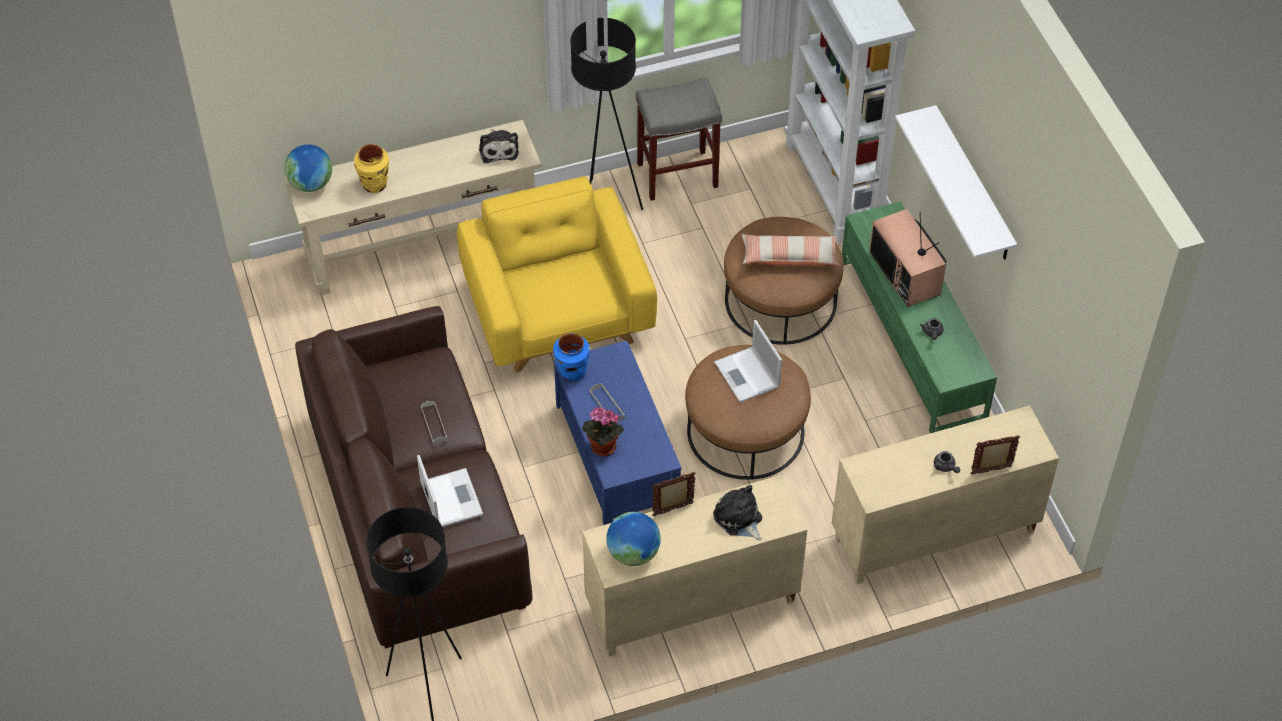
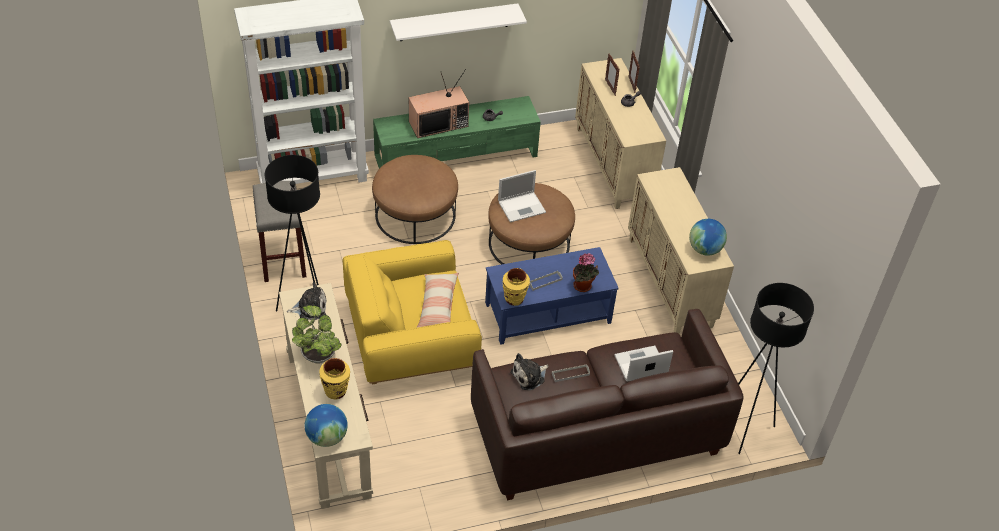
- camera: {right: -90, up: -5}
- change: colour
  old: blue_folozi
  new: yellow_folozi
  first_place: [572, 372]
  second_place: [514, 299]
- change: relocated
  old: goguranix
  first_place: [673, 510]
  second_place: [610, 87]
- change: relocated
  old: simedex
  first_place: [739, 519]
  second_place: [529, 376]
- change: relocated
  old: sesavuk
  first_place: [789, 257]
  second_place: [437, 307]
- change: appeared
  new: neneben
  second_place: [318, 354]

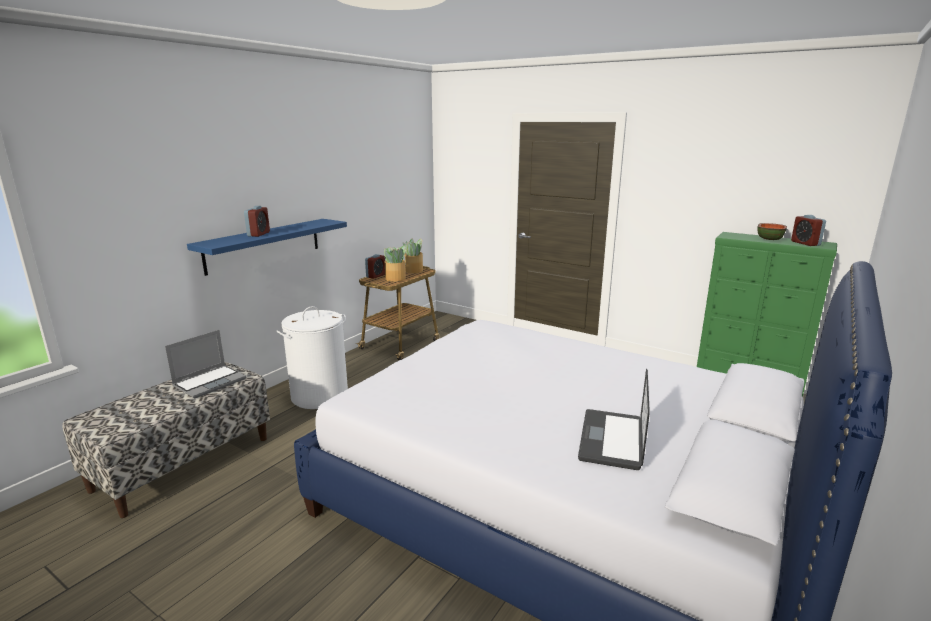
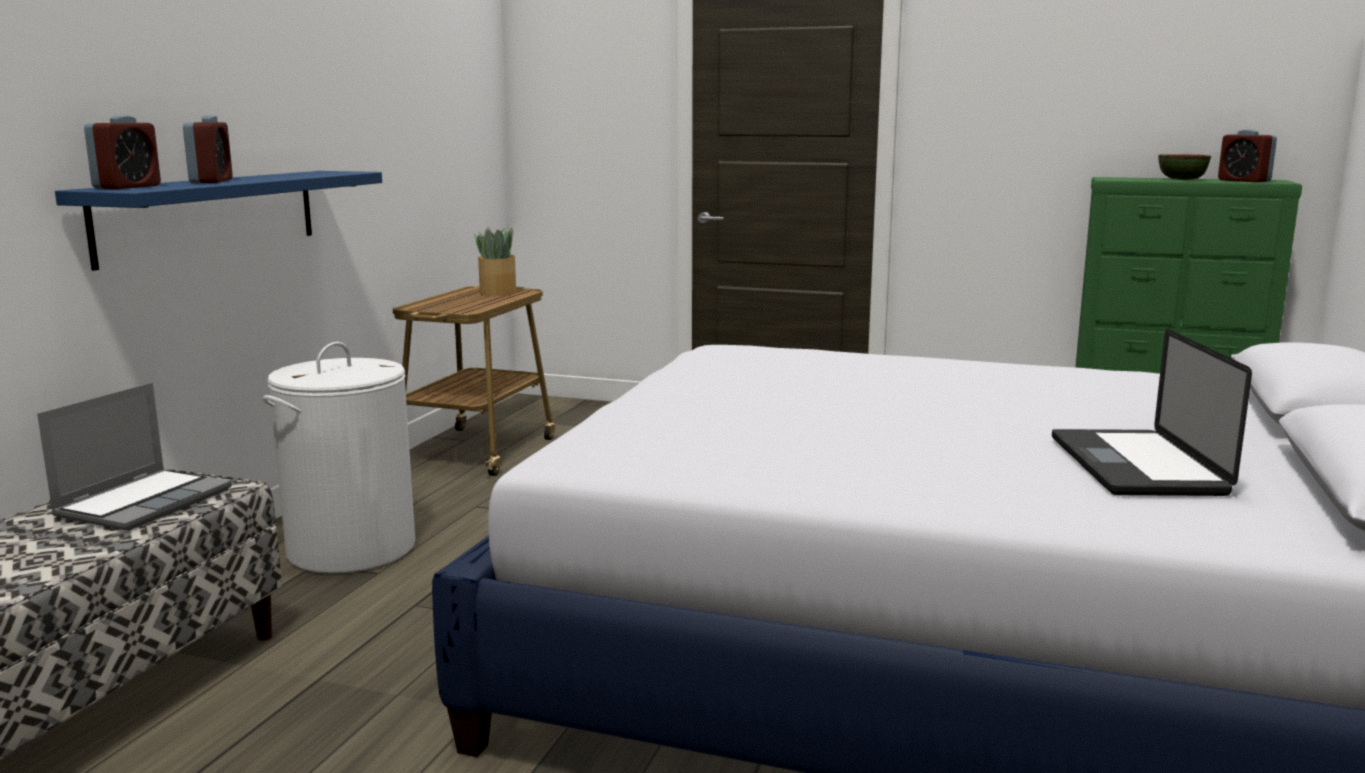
- camera: {right: -15, up: -5}
- change: relocated
  old: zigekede
  first_place: [376, 276]
  second_place: [127, 187]
- change: missing
  old: neneben
  first_place: [395, 279]

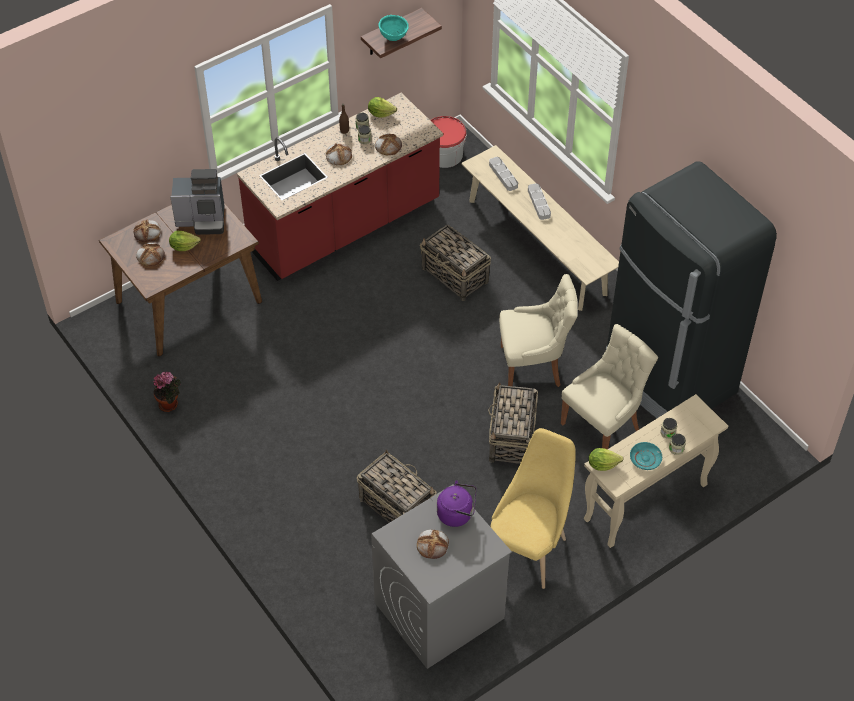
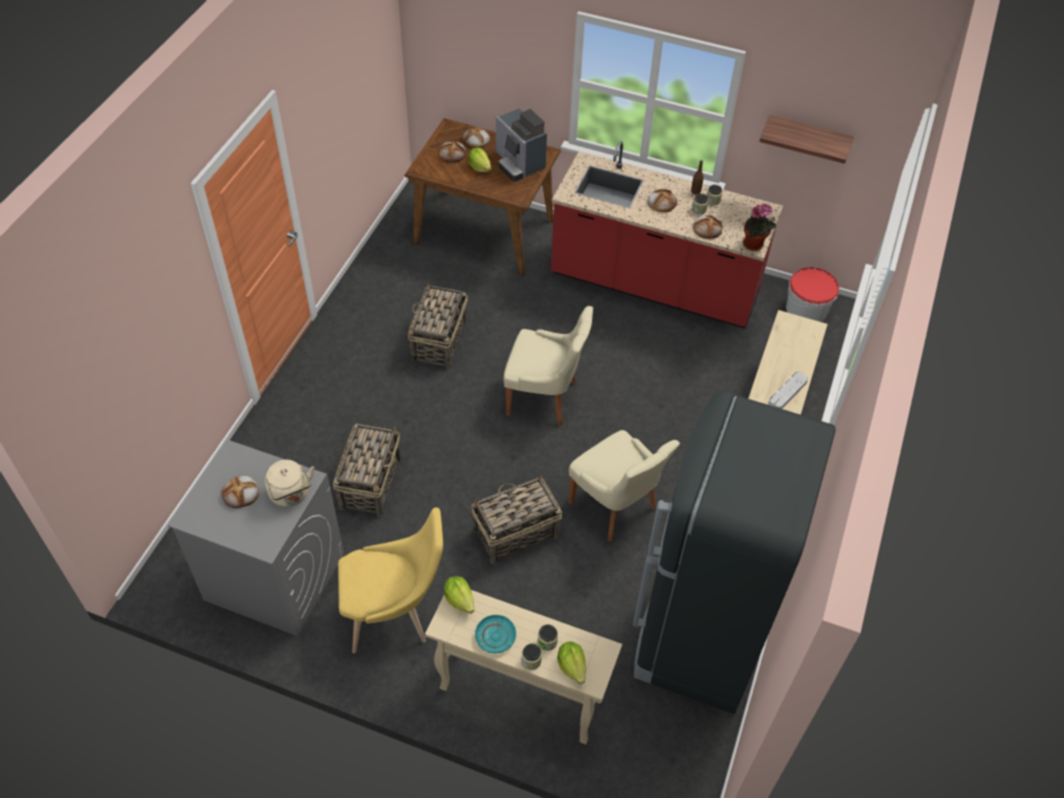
- camera: {right: 55, up: 0}
- change: relocated
  old: neneben
  first_place: [170, 404]
  second_place: [754, 245]
- change: relocated
  old: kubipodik
  first_place: [381, 113]
  second_place: [572, 666]
- change: missing
  old: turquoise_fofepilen
  first_place: [393, 38]
- change: relocated
  old: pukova
  first_place: [455, 276]
  second_place: [439, 341]
- change: colour
  old: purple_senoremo
  new: beige_senoremo
  first_place: [457, 514]
  second_place: [291, 495]
- change: missing
  old: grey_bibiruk
  first_place: [503, 175]
- change: relocated
  old: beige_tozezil
  first_place: [603, 425]
  second_place: [545, 398]

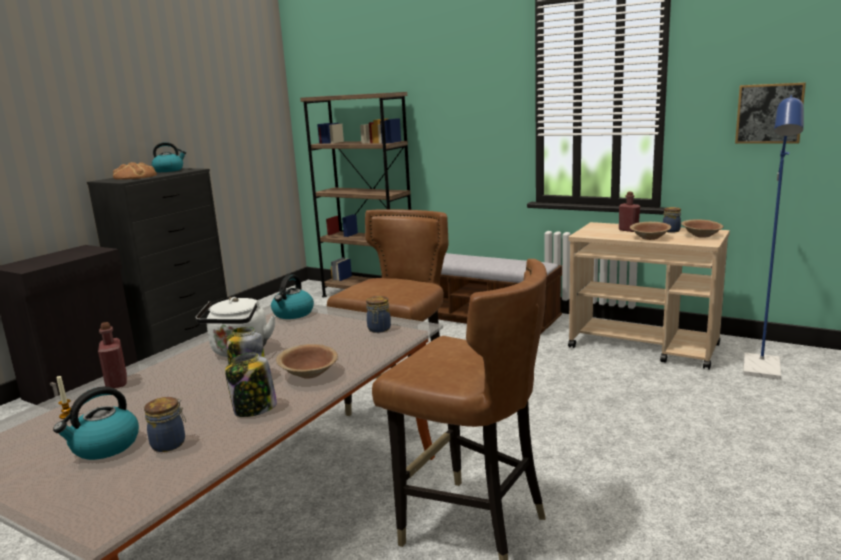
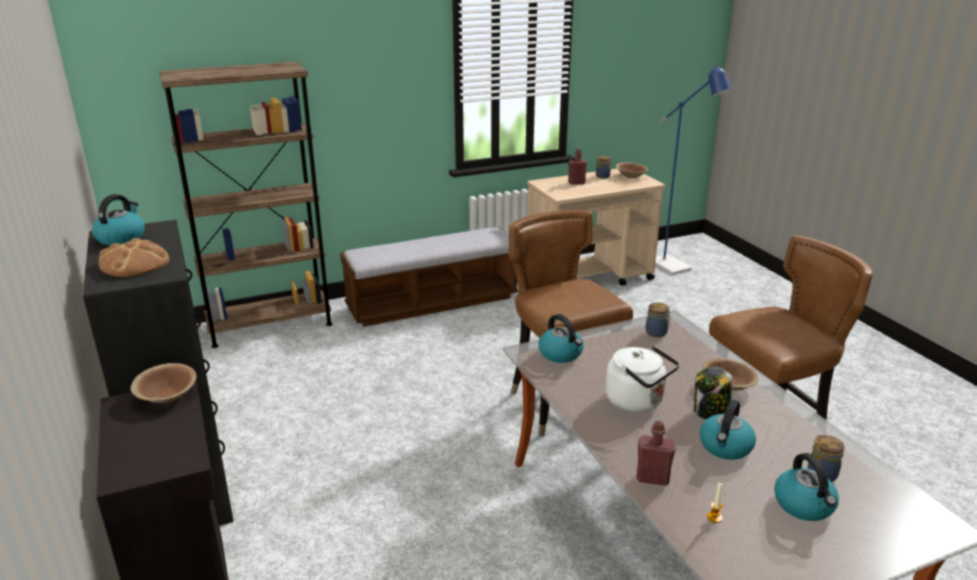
- camera: {right: -55, up: 10}
- change: missing
  old: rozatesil
  first_place: [254, 409]
- change: relocated
  old: brown_fofepilen
  first_place: [649, 238]
  second_place: [167, 396]
- change: missing
  old: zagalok
  first_place: [769, 113]
- change: appeared
  new: senoremo
  second_place: [725, 447]

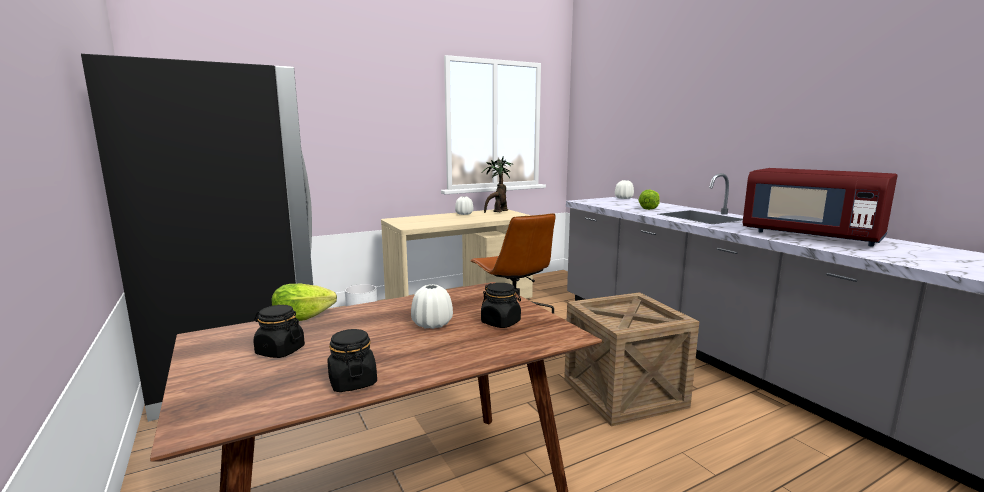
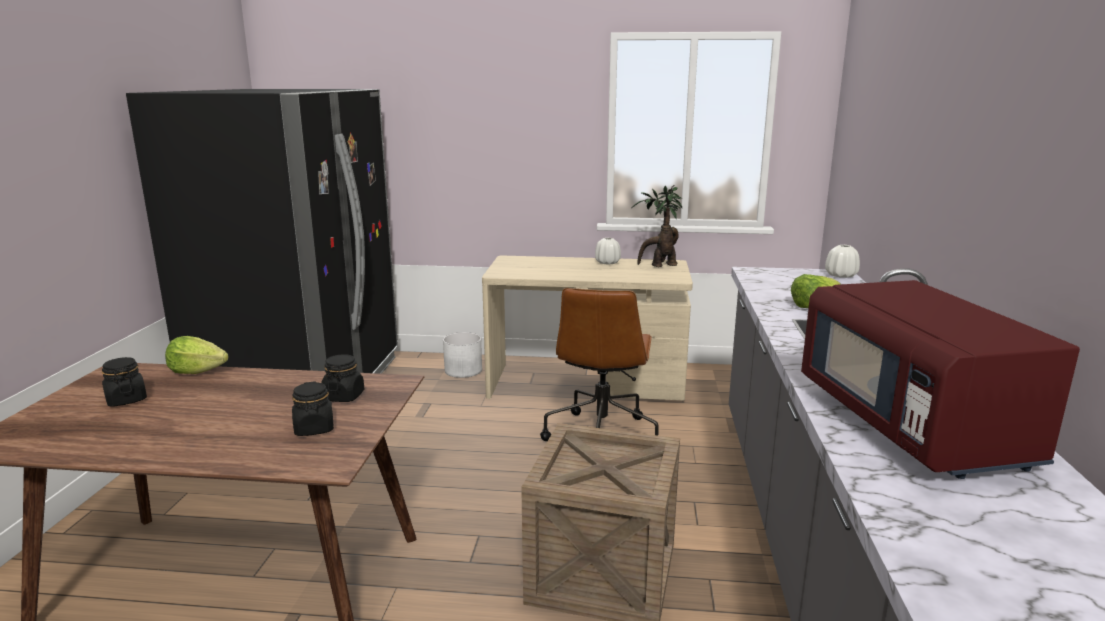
- camera: {right: 35, up: 5}
- change: relocated
  old: black_rozatesil
  first_place: [352, 382]
  second_place: [343, 396]
- change: missing
  old: white_folozi
  first_place: [432, 324]

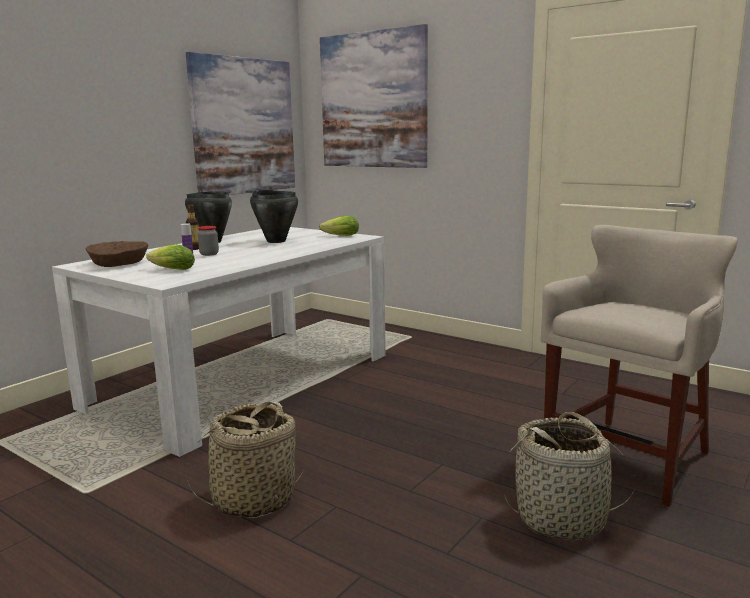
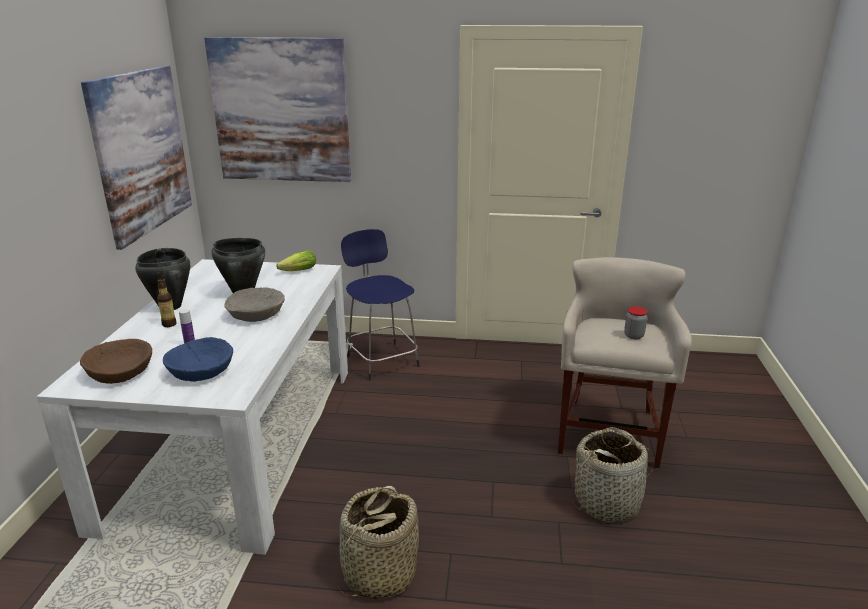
- camera: {right: -30, up: 10}
- change: exchanged
  old: kubipodik
  new: blue_fofepilen
  first_place: [170, 269]
  second_place: [201, 371]
- change: relocated
  old: rozatesil
  first_place: [209, 254]
  second_place: [633, 336]
- change: appeared
  new: beige_fofepilen
  second_place: [257, 314]
- change: appeared
  new: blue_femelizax
  second_place: [381, 360]

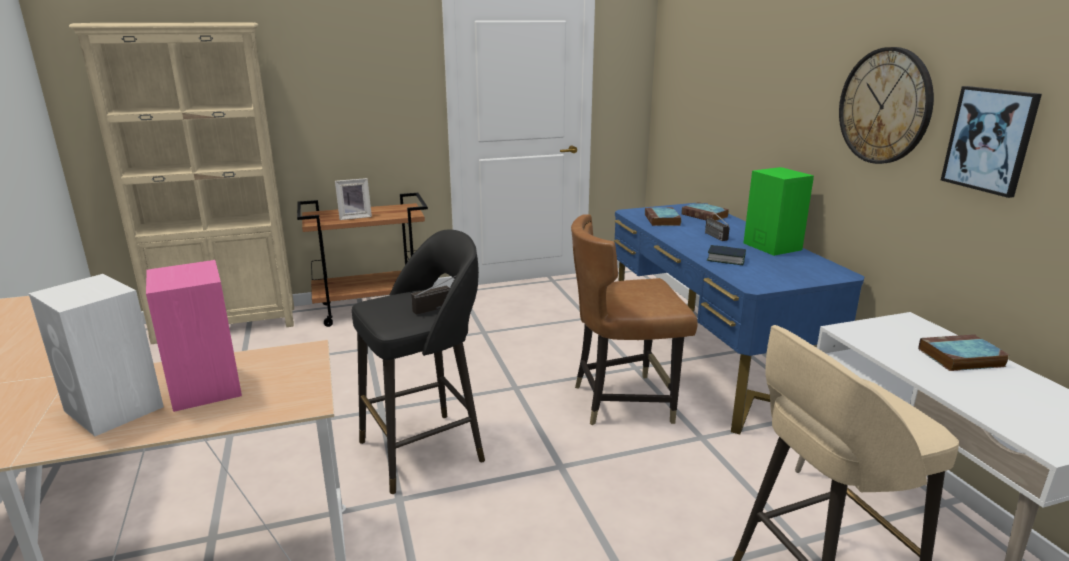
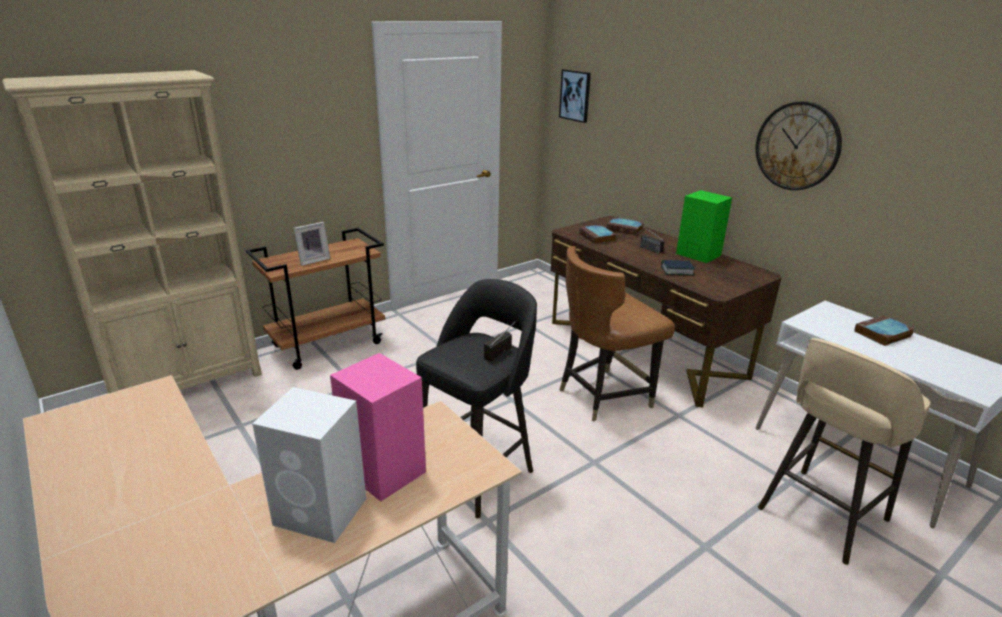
- camera: {right: -20, up: 5}
- change: colour
  old: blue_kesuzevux
  new: brown_kesuzevux
  first_place: [709, 360]
  second_place: [643, 348]
- change: relocated
  old: zagalok
  first_place: [990, 140]
  second_place: [575, 95]

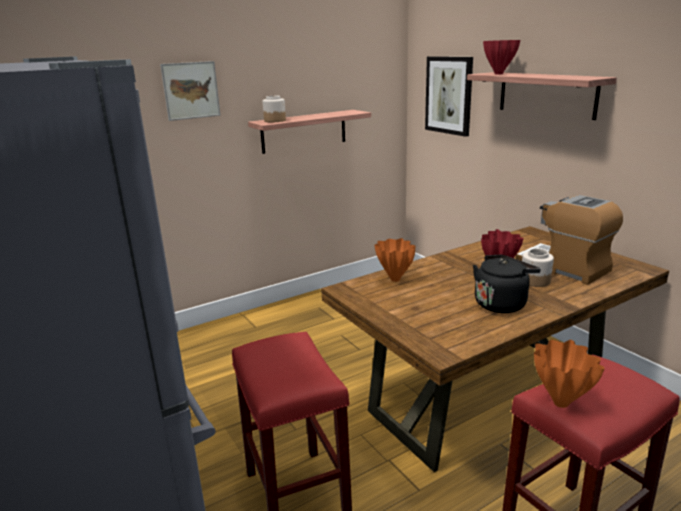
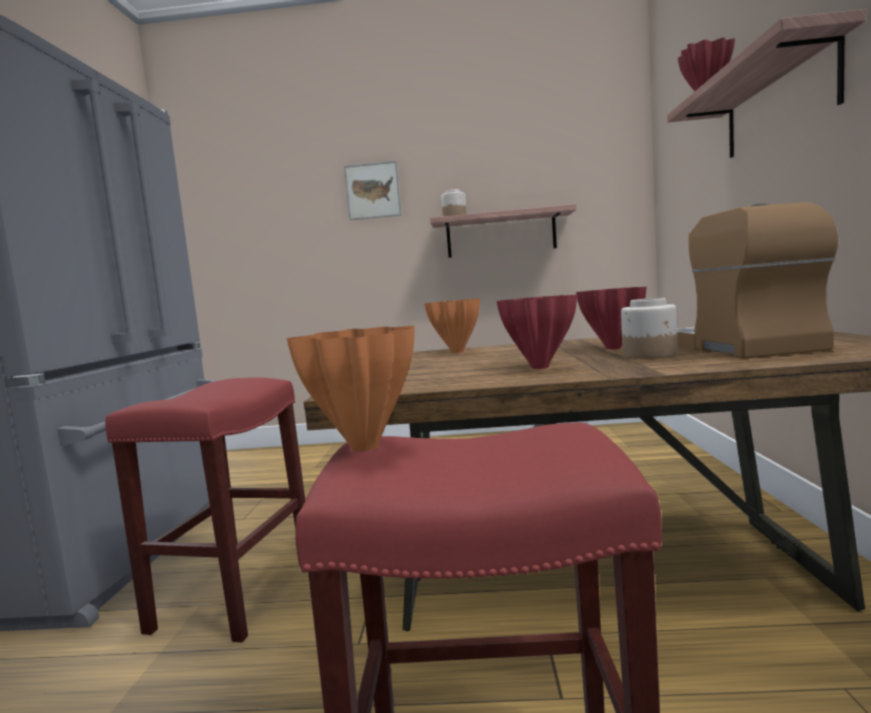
- camera: {right: 35, up: -15}
- change: missing
  old: zagalok
  first_place: [449, 95]
- change: exchanged
  old: black_senoremo
  new: red_folozi
  first_place: [501, 303]
  second_place: [540, 367]

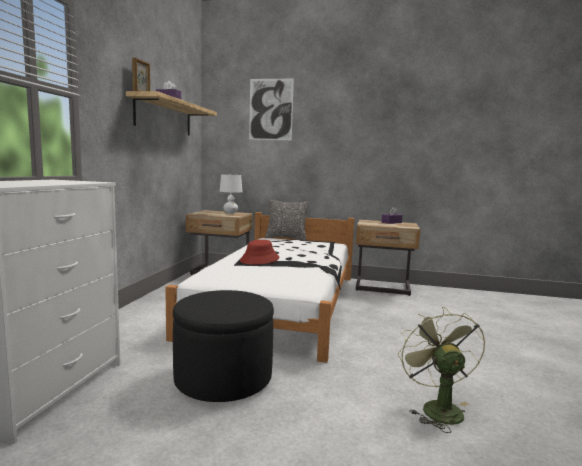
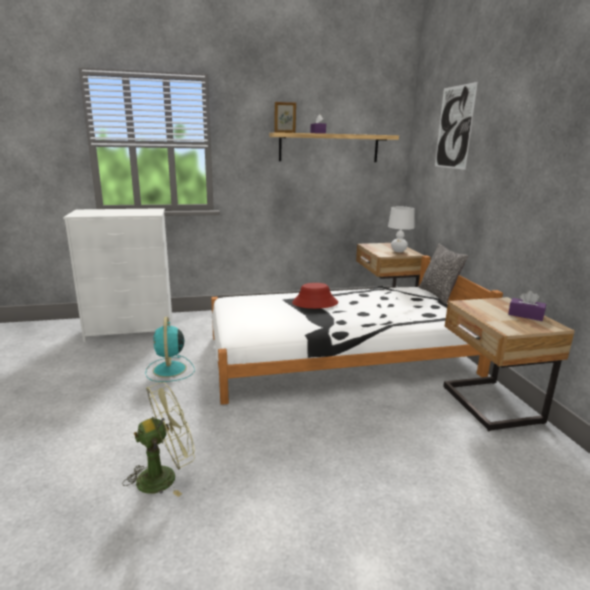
- camera: {right: 65, up: 10}
- change: exchanged
  old: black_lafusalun
  new: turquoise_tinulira
  first_place: [223, 378]
  second_place: [169, 370]

